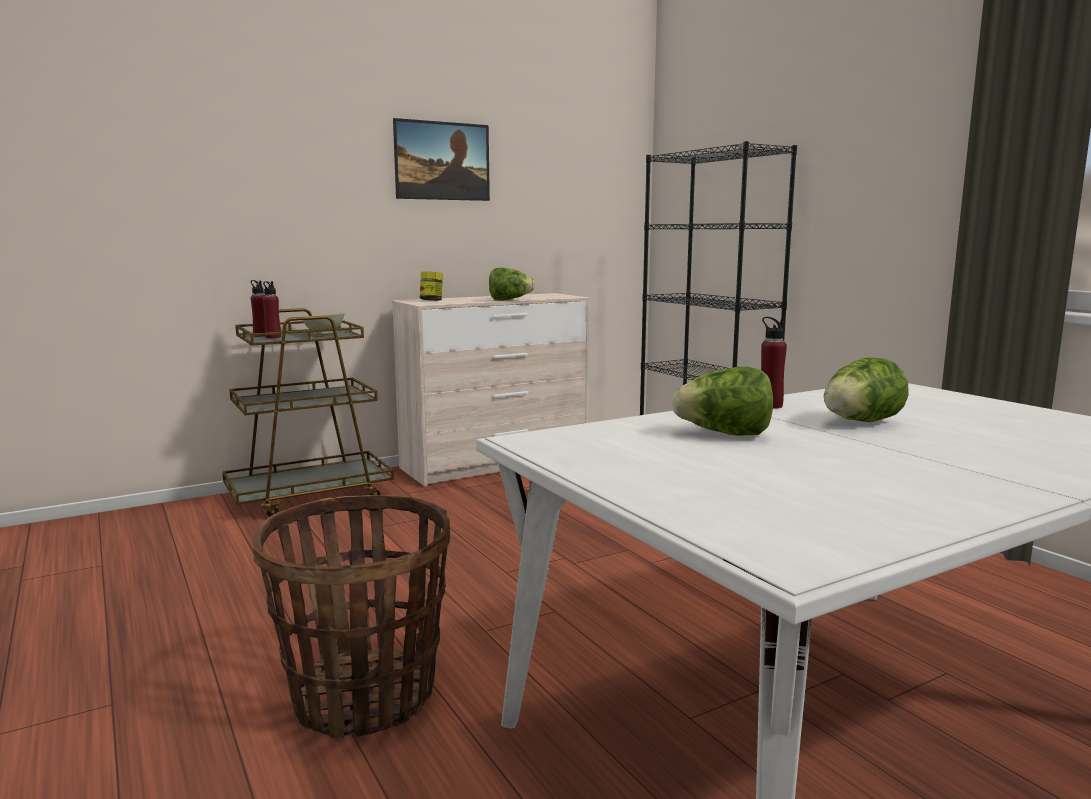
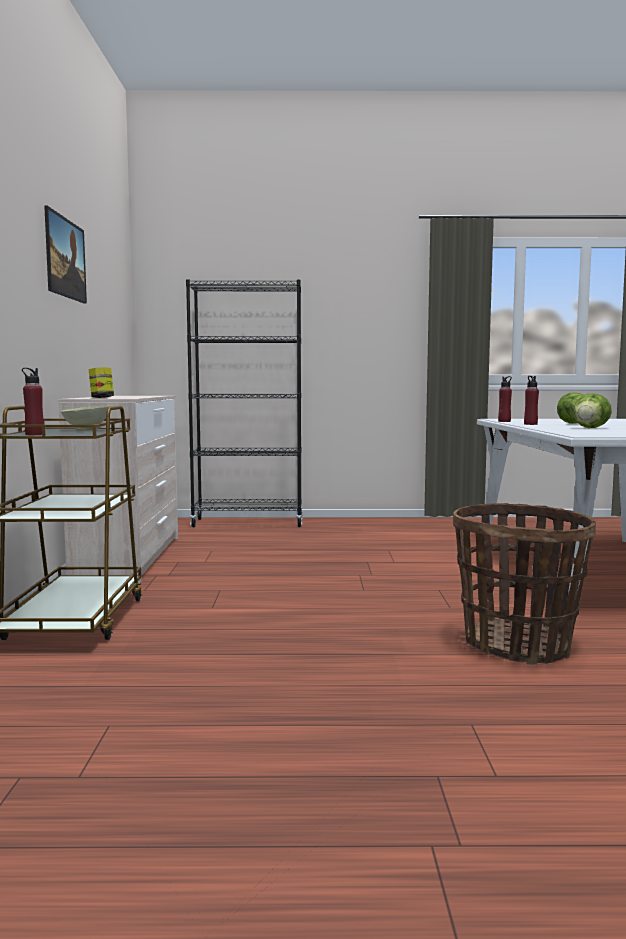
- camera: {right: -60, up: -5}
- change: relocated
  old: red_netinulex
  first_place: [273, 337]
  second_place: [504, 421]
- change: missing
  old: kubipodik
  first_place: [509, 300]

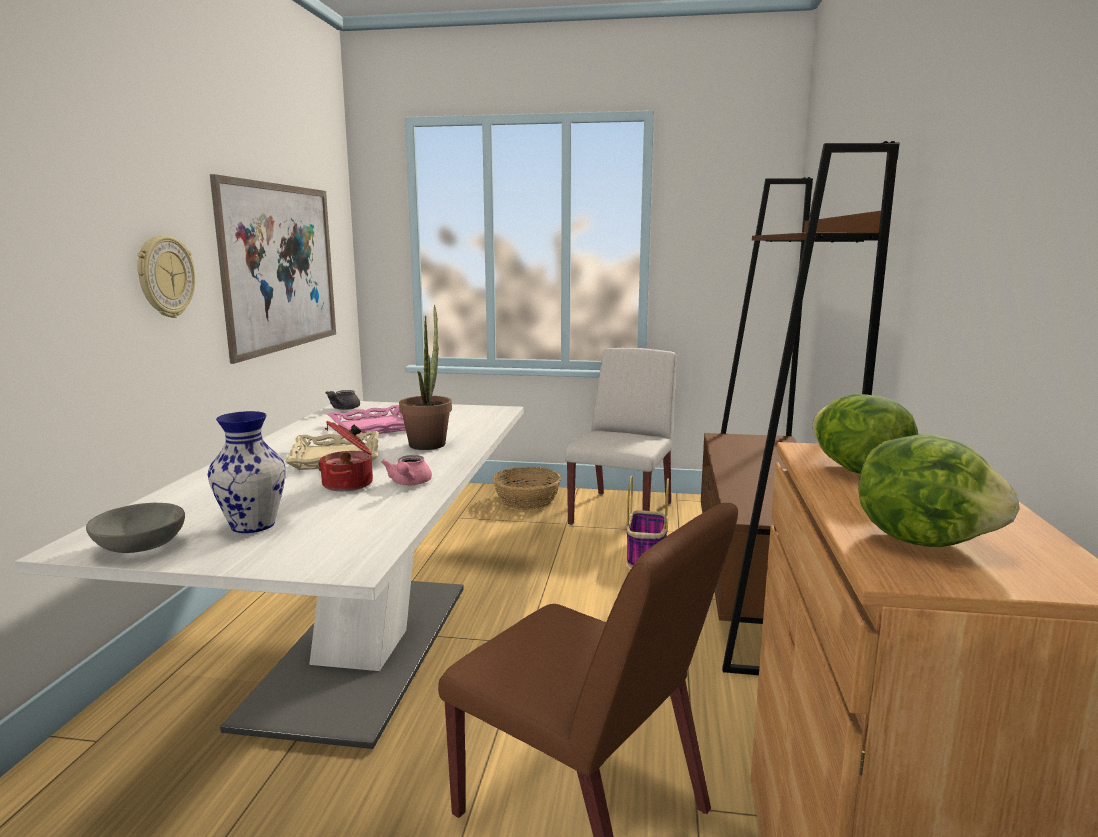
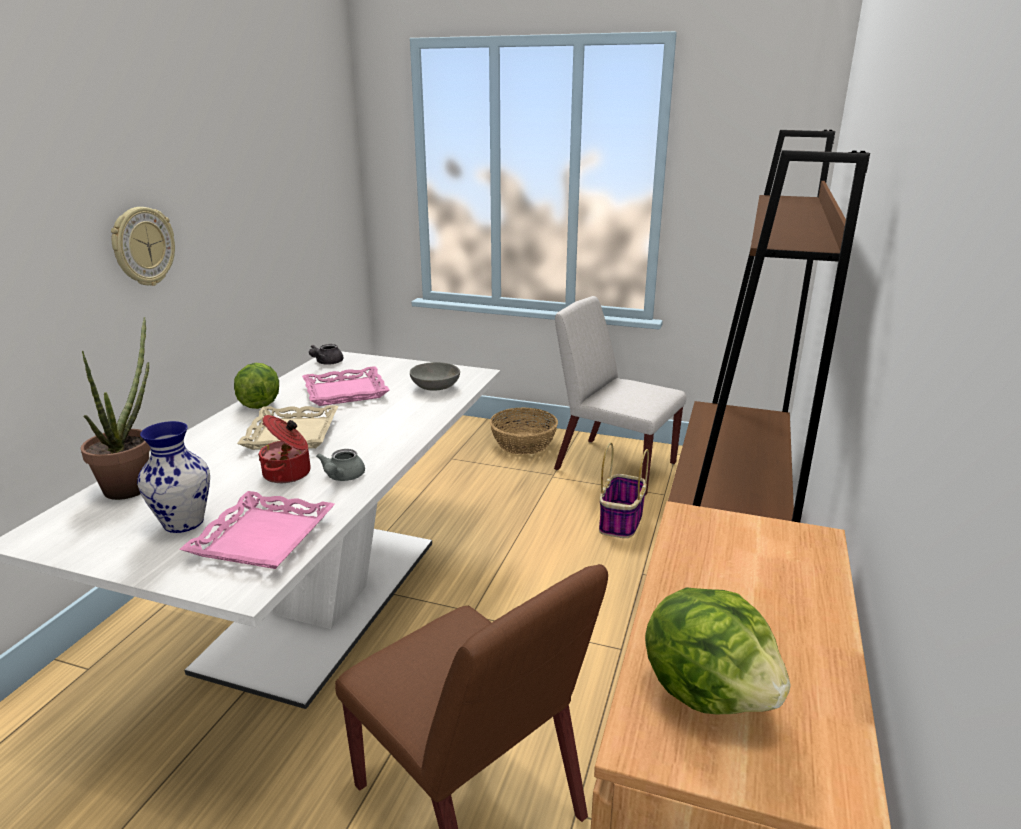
- camera: {right: 10, up: 10}
- change: relocated
  old: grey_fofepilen
  first_place: [139, 547]
  second_place: [435, 388]
- change: missing
  old: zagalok
  first_place: [281, 267]
- change: colour
  old: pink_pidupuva
  new: grey_pidupuva
  first_place: [409, 483]
  second_place: [342, 477]
- change: relocated
  old: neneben
  first_place: [429, 442]
  second_place: [134, 484]
- change: spun
  old: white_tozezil
  first_place: [622, 513]
  second_place: [613, 466]
  degrees: -90
- change: relocated
  old: kubipodik
  first_place: [858, 470]
  second_place: [259, 404]
- change: appeared
  new: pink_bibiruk
  second_place: [264, 538]

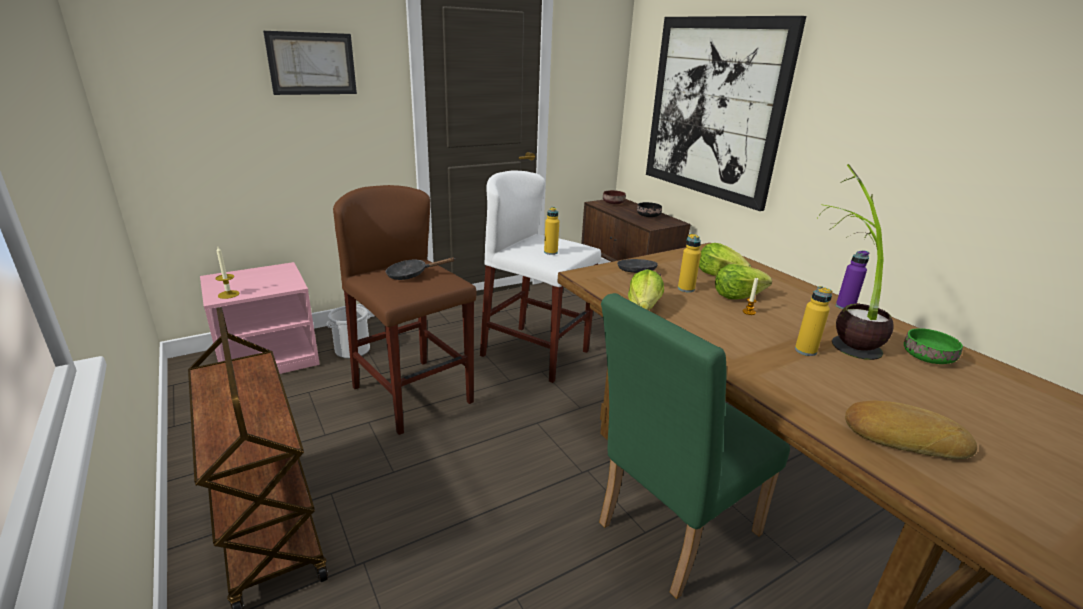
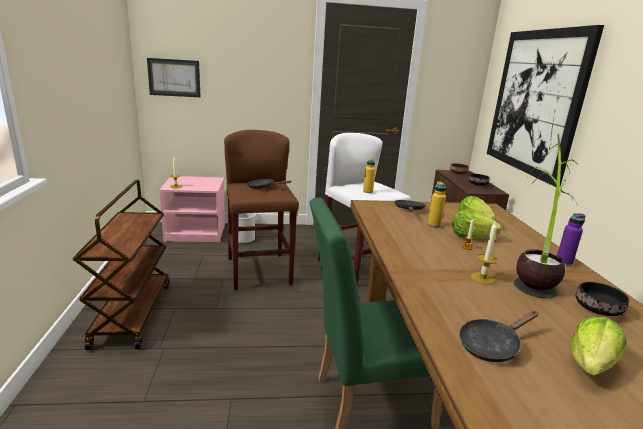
- camera: {right: 25, up: -5}
- change: relocated
  old: zagalok
  first_place: [312, 63]
  second_place: [174, 77]
- change: relocated
  old: kubipodik
  first_place: [644, 307]
  second_place: [591, 365]
- change: exchanged
  old: yellow_netinulex
  new: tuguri
  first_place: [805, 350]
  second_place: [482, 278]
- change: exchanged
  old: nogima
  new: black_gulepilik
  first_place: [903, 436]
  second_place: [492, 345]
- change: colour
  old: green_fofepilen
  new: black_fofepilen
  first_place: [925, 357]
  second_place: [596, 309]

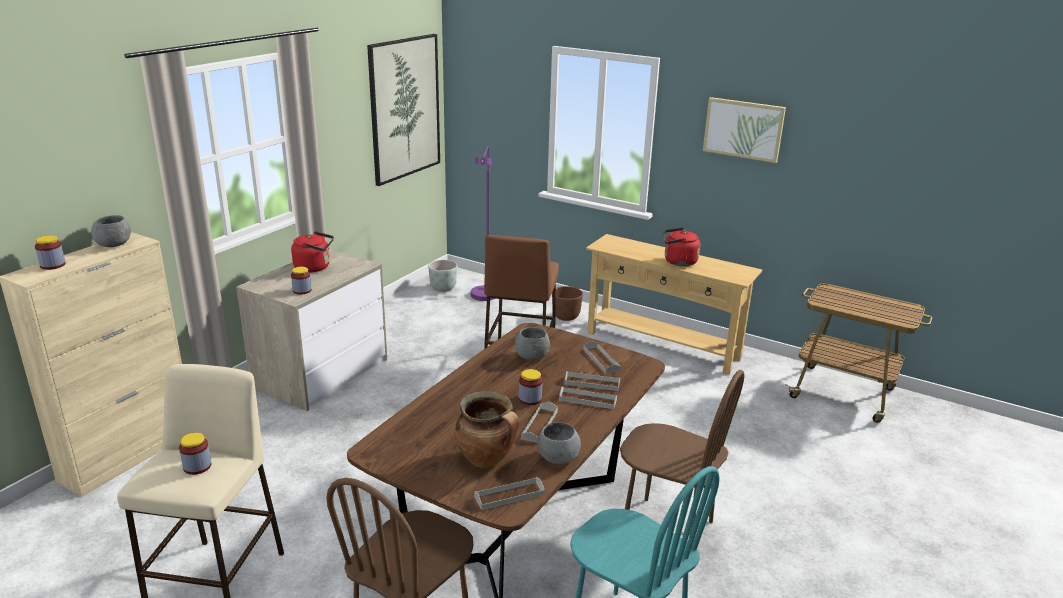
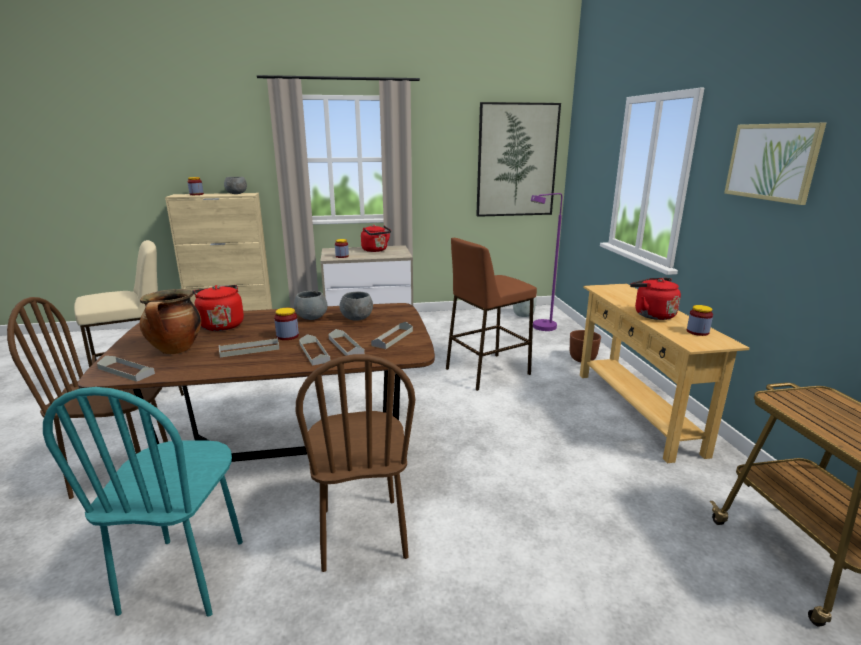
- camera: {right: 50, up: -5}
- change: relocated
  old: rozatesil
  first_place: [197, 466]
  second_place: [697, 332]
- change: relocated
  old: grey_fofepilen
  first_place: [558, 458]
  second_place: [312, 318]
- change: appeared
  new: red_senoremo
  second_place: [220, 325]

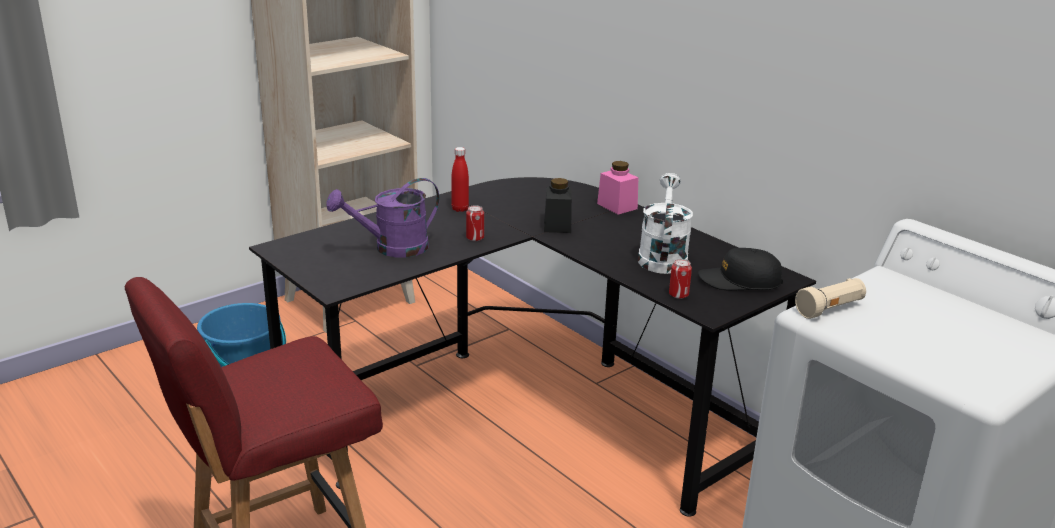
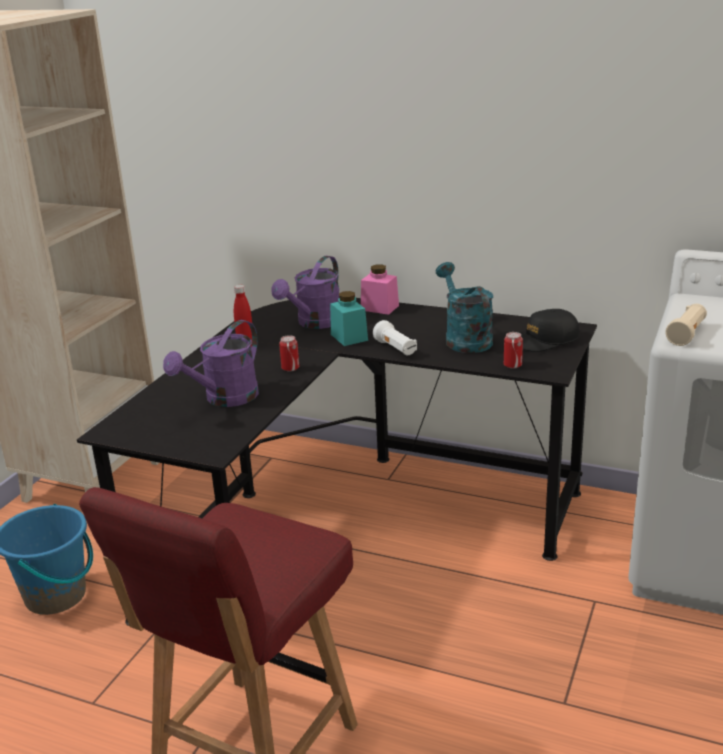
- camera: {right: -25, up: 0}
- change: colour
  old: black_rozatesil
  new: turquoise_rozatesil
  first_place: [557, 225]
  second_place: [349, 337]
- change: colour
  old: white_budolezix
  new: turquoise_budolezix
  first_place: [662, 256]
  second_place: [464, 339]
- change: appeared
  new: purple_budolezix
  second_place: [314, 323]
- change: appeared
  new: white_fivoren
  second_place: [396, 349]

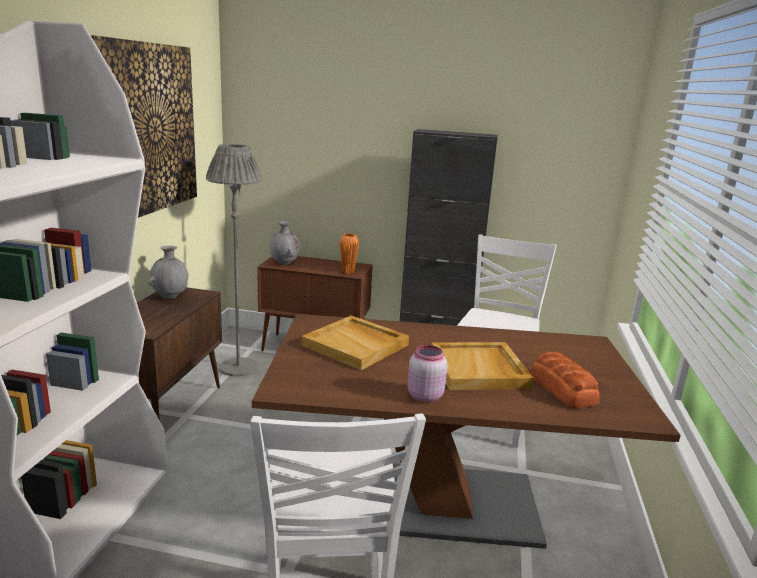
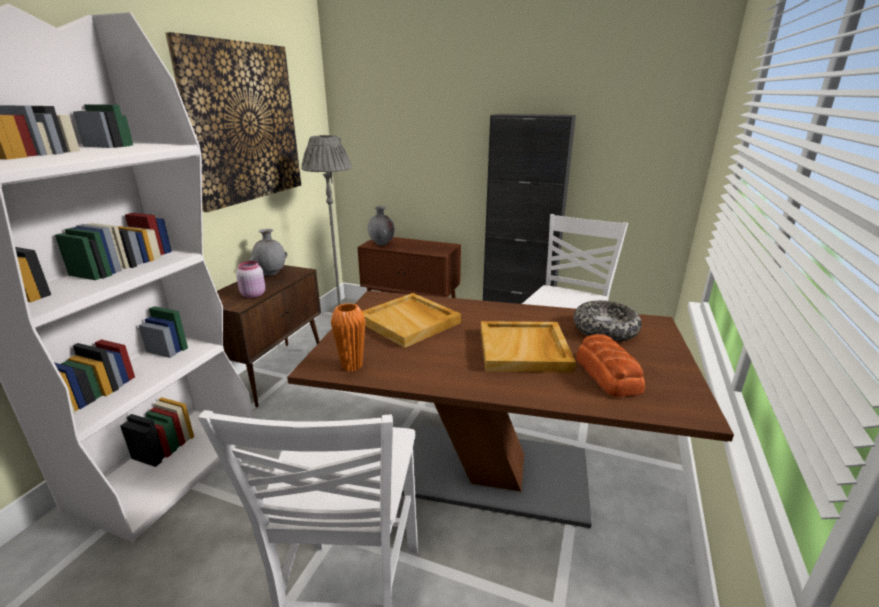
- camera: {right: 10, up: 5}
- change: relocated
  old: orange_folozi
  first_place: [348, 272]
  second_place: [352, 366]
- change: relocated
  old: pink_rozatesil
  first_place: [424, 396]
  second_place: [253, 295]
- change: appeared
  new: fofepilen
  second_place: [605, 330]

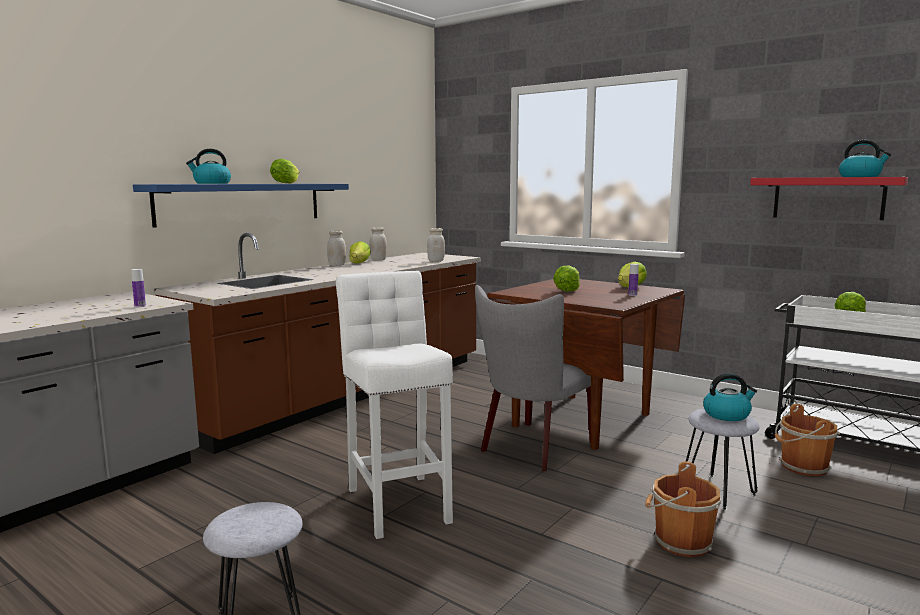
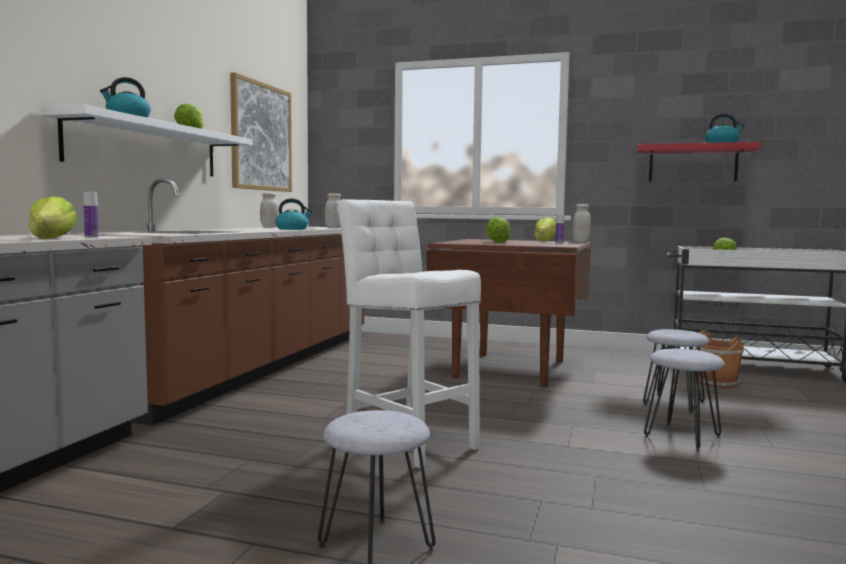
- camera: {right: -20, up: -5}
- change: colour
  old: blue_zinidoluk
  new: white_zinidoluk
  first_place: [242, 203]
  second_place: [147, 148]
- change: relocated
  old: white_rozatesil
  first_place: [337, 265]
  second_place: [581, 242]
- change: relocated
  old: kubipodik
  first_place: [359, 263]
  second_place: [52, 238]
- change: missing
  old: grey_tozezil
  first_place: [533, 448]
- change: exchanged
  old: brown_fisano
  new: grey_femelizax
  first_place: [679, 542]
  second_place: [683, 437]
- change: relocated
  old: senoremo
  first_place: [727, 415]
  second_place: [292, 229]
- change: appeared
  new: zagalok
  second_place: [261, 137]

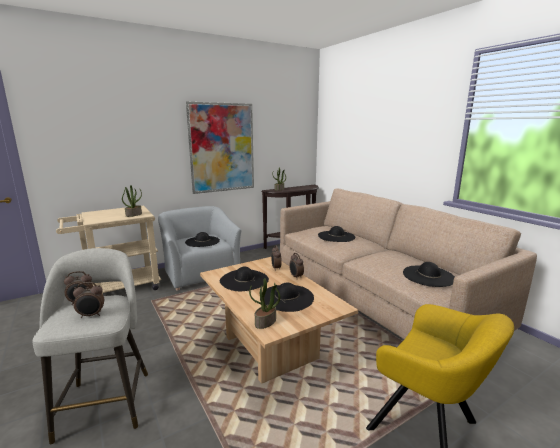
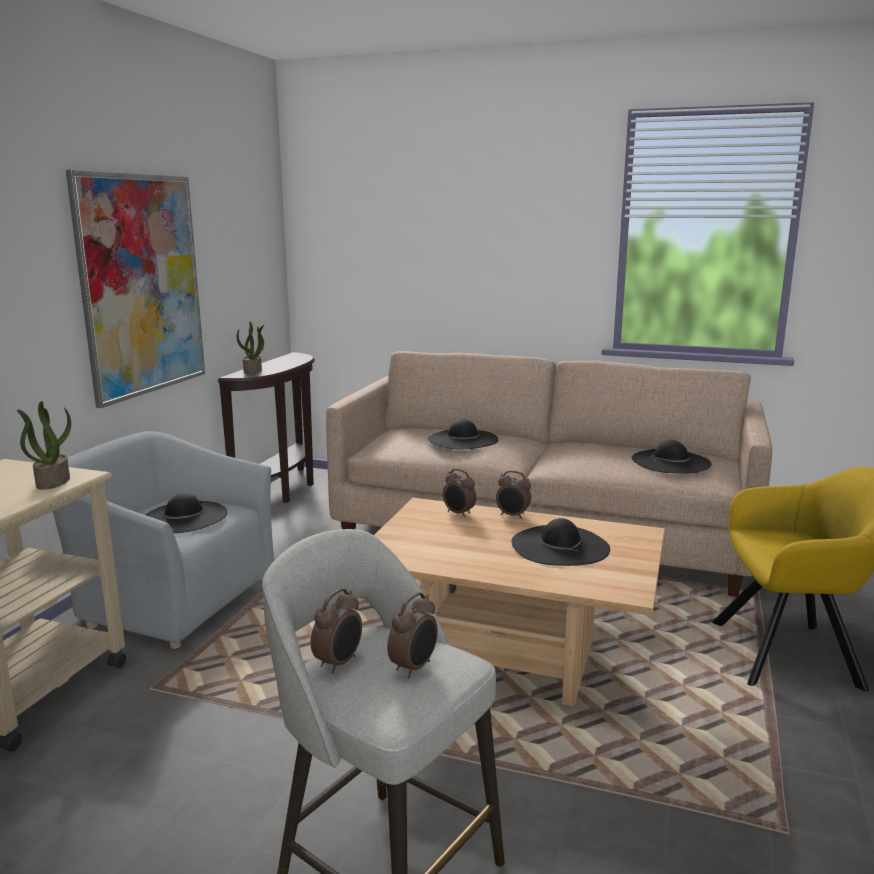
- camera: {right: -40, up: 0}
- change: missing
  old: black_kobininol
  first_place: [244, 280]
- change: missing
  old: neneben
  first_place: [265, 322]

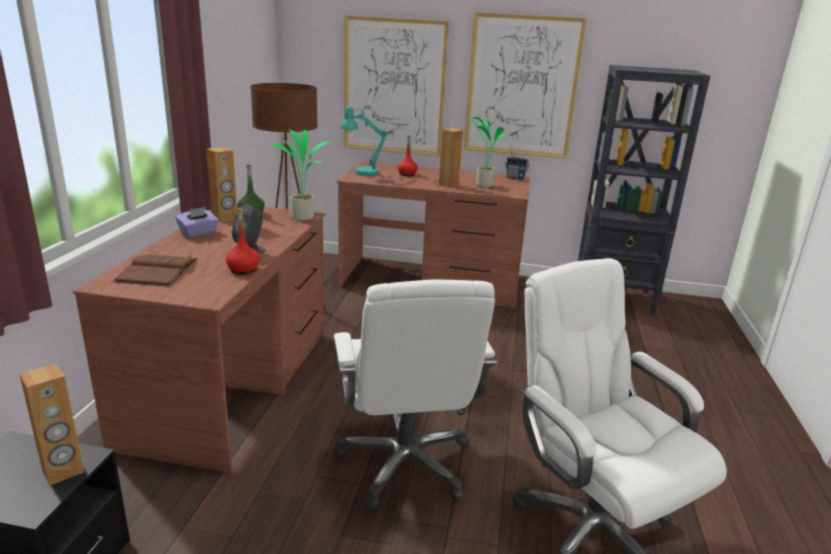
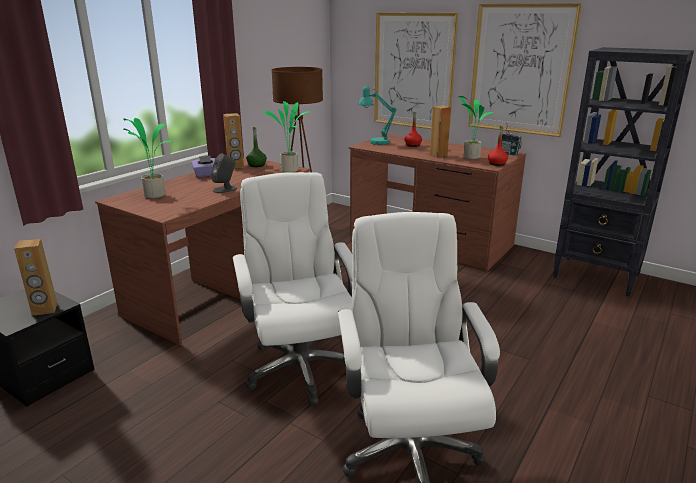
- camera: {right: 25, up: 0}
- change: exchanged
  old: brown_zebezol
  new: neneben
  first_place: [157, 270]
  second_place: [154, 195]
- change: relocated
  old: red_netinulex
  first_place: [243, 269]
  second_place: [497, 164]
- change: spun
  old: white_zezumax
  first_place: [405, 463]
  second_place: [300, 367]
  degrees: 150

